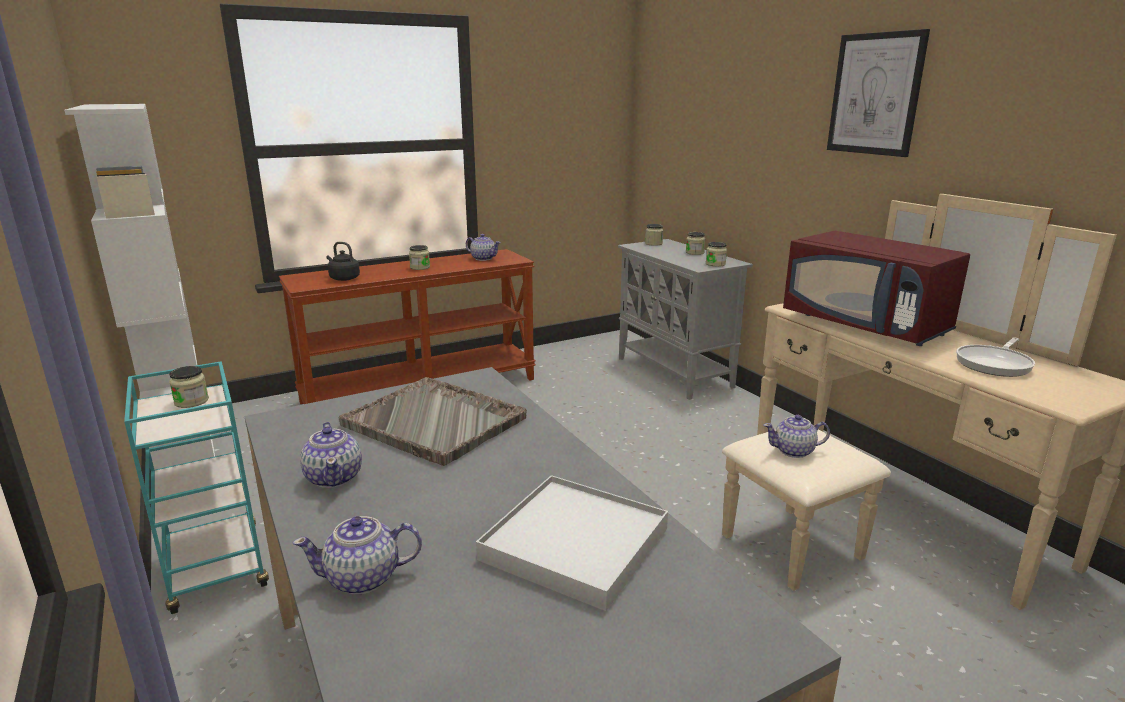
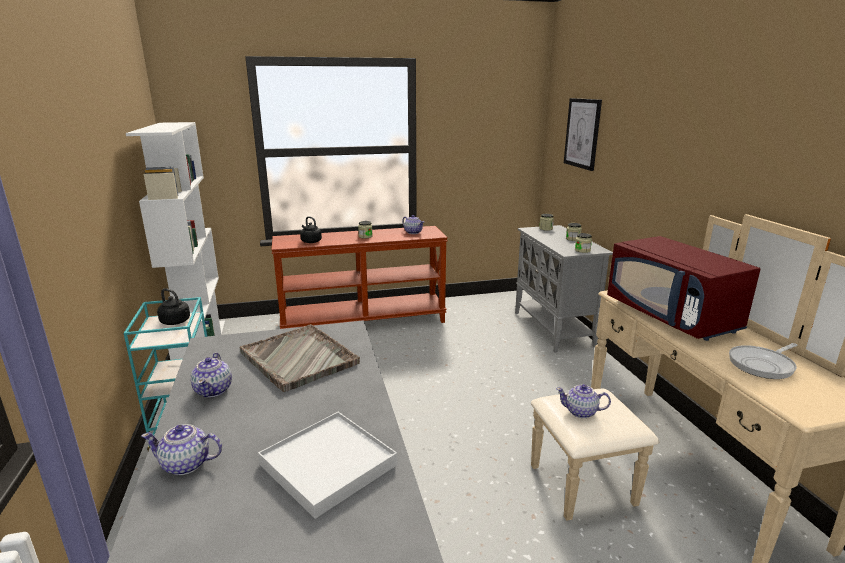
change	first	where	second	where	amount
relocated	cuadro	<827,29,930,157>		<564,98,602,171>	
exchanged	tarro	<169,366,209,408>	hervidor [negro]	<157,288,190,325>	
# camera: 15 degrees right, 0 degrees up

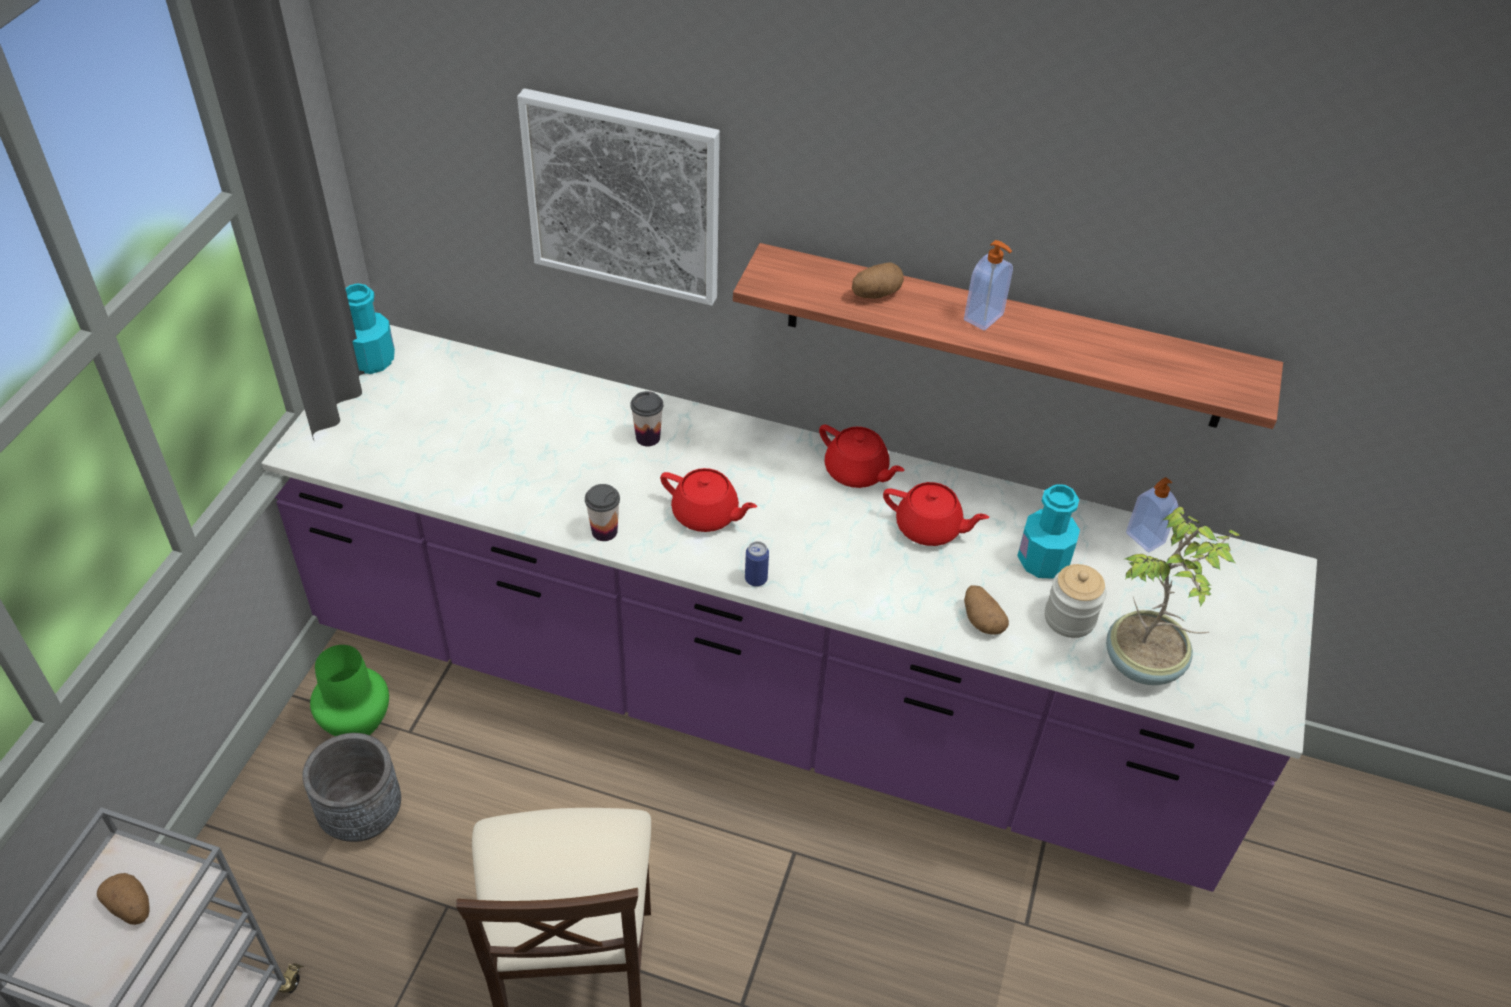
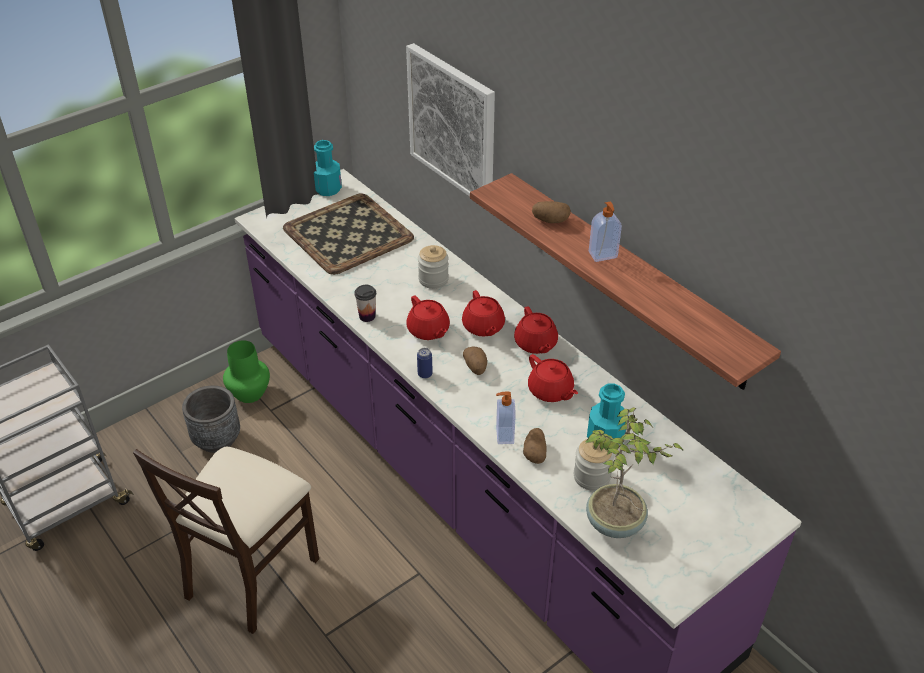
change	first	where	second	where	amount
exchanged	taza	<630,391,663,446>	tarro	<418,245,449,289>	
relocated	dispensador de jabón	<1126,477,1178,552>		<496,391,516,444>	
relocated	patata	<97,873,150,925>		<463,347,487,375>	
appeared			bandeja	<283,194,414,275>	
appeared			tetera [rojo]	<462,290,505,336>	
# camera: 35 degrees right, 5 degrees down

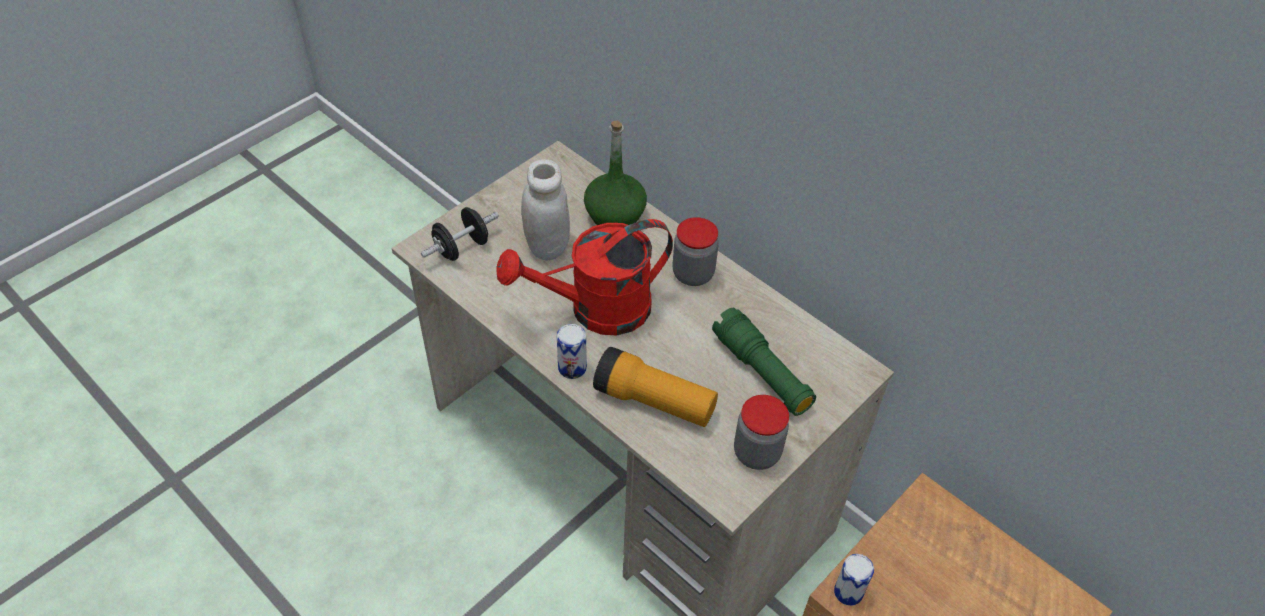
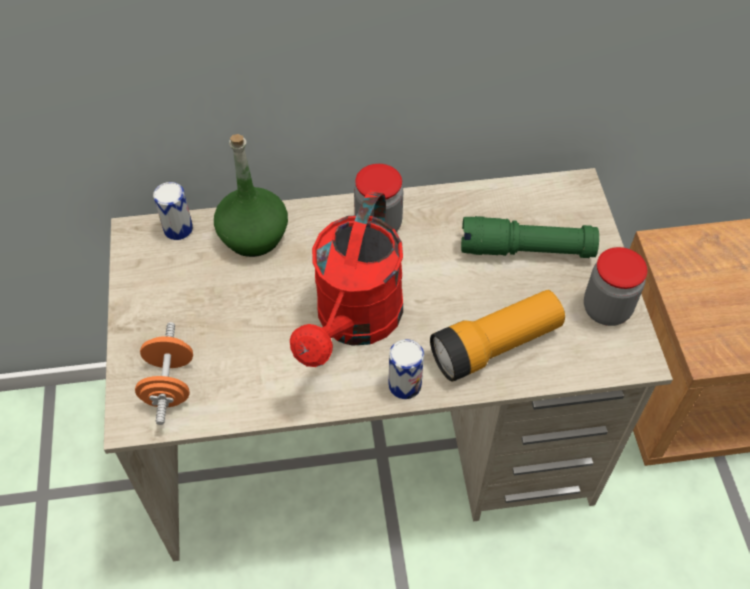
change	first	where	second	where	amount
missing	tarro [blanco]	<521,159,570,260>			
colour	mancuerna [negro]	<421,207,499,261>	mancuerna [naranja]	<135,322,193,425>	
relocated	lata	<834,554,874,606>		<153,182,193,240>	
# camera: 50 degrees left, 5 degrees up

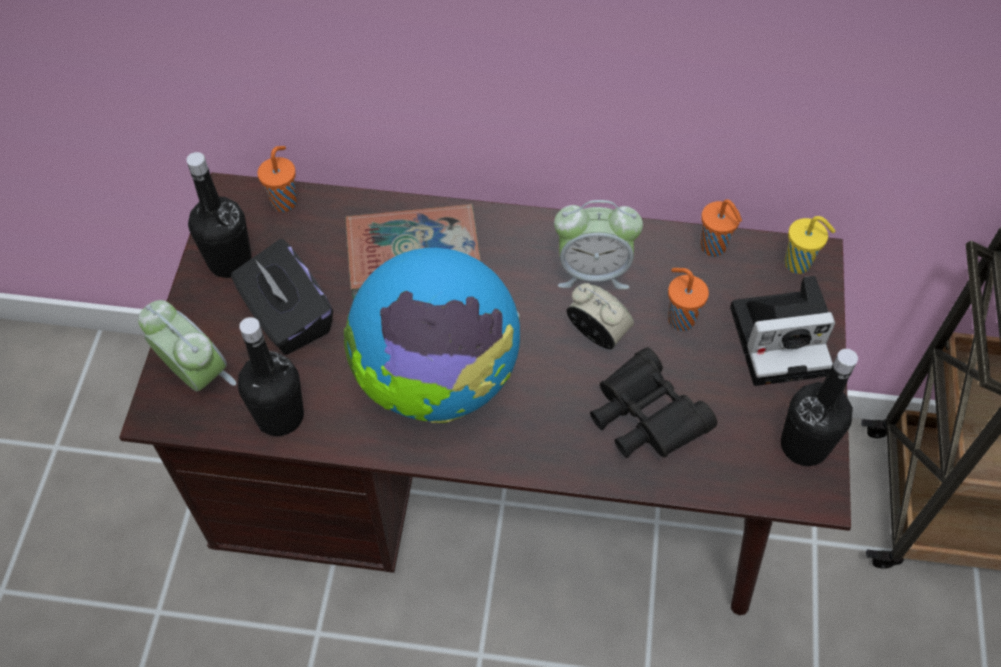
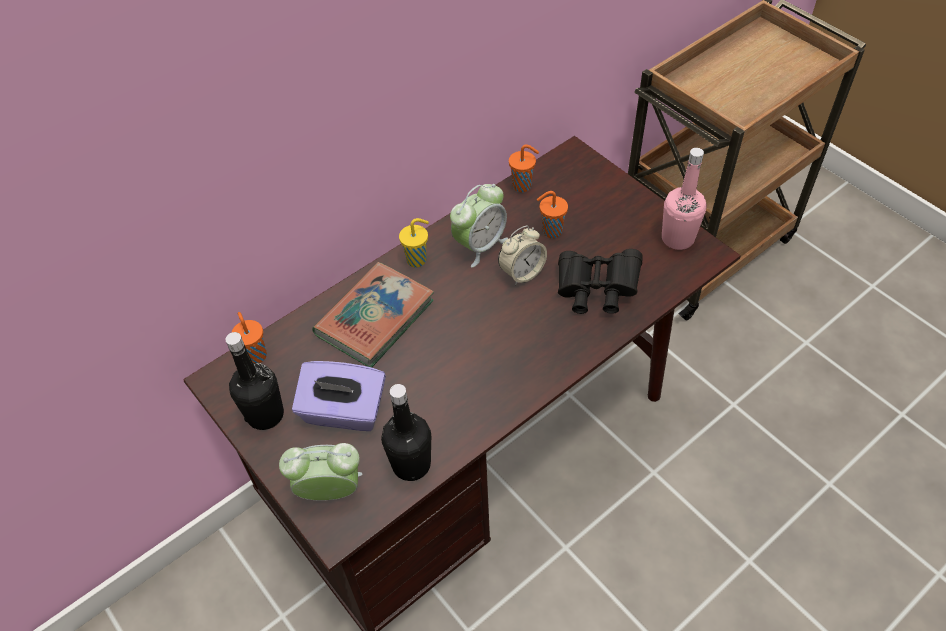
change	first	where	second	where	amount
relocated	taza [amarillo]	<784,216,835,274>		<399,218,429,267>	
colour	caja de pañuelos [negro]	<231,239,333,355>	caja de pañuelos [morado]	<292,361,386,431>	
missing	globo terráqueo	<344,248,520,423>			
missing	cámara	<730,276,835,386>			
spun	despertador	<567,283,634,349>		<498,226,547,285>	150 degrees clockwise
colour	botella [negro]	<781,349,858,466>	botella [rosa]	<662,148,707,250>	
# camera: 45 degrees left, 5 degrees down

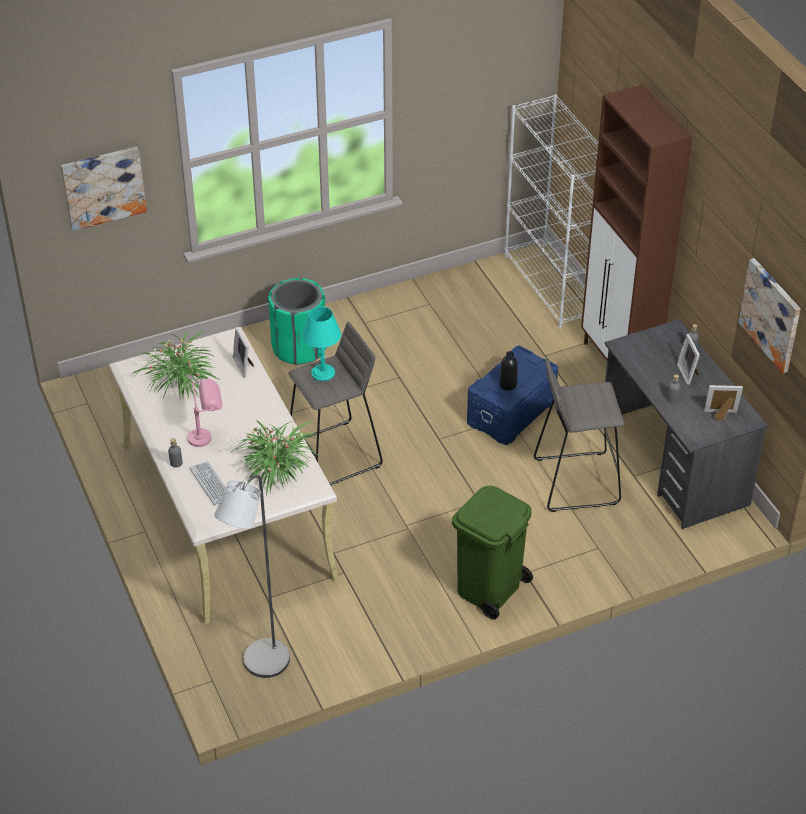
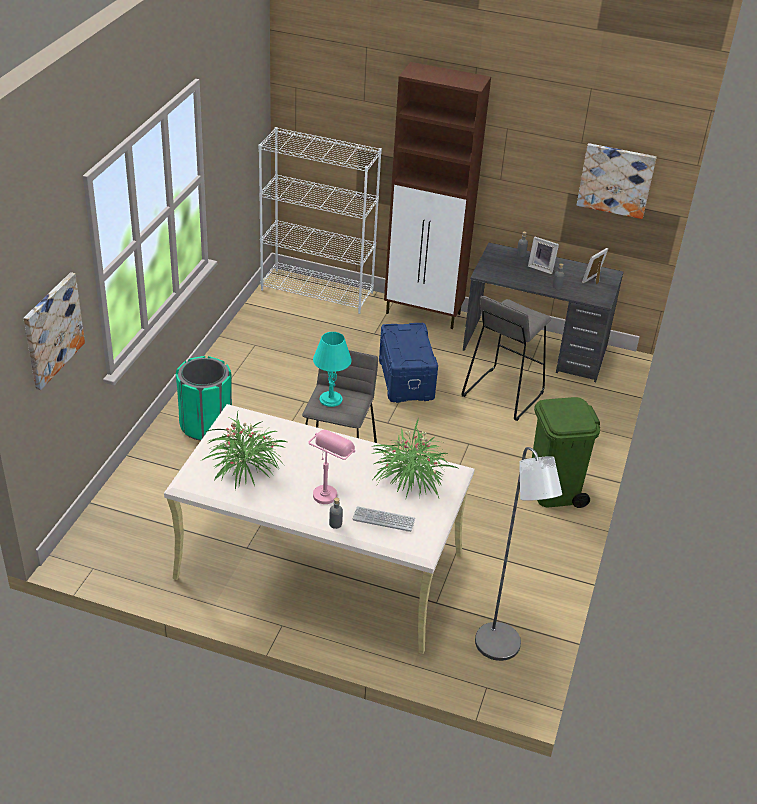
change	first	where	second	where	amount
missing	portarretratos	<233,327,254,377>			
missing	botella [negro]	<499,351,518,391>			
# camera: 50 degrees left, 5 degrees down

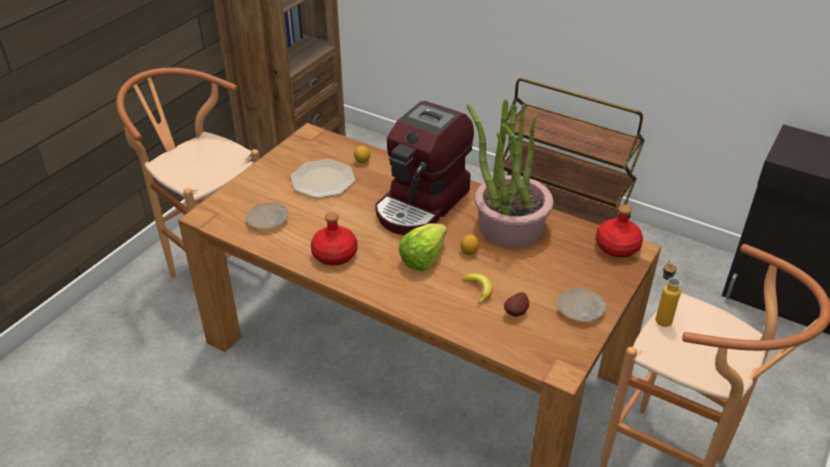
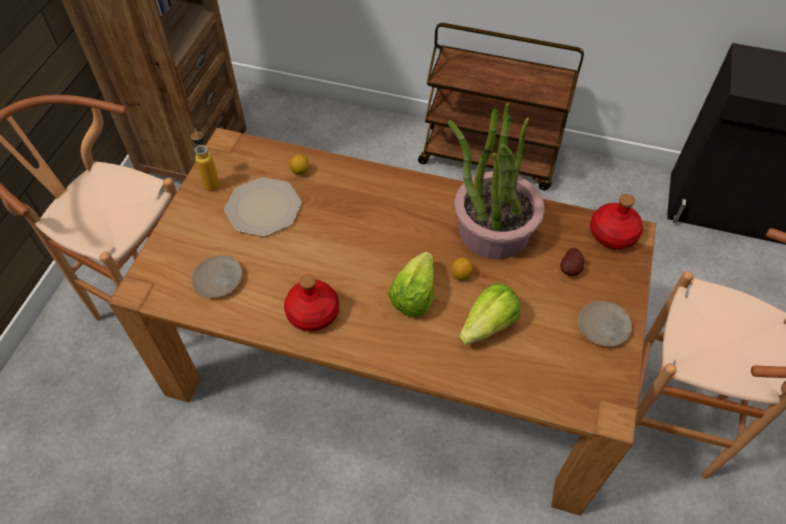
change	first	where	second	where	amount
missing	cafetera	<375,101,474,235>			
relocated	botella	<656,260,681,327>		<191,129,220,191>	
exchanged	plátano	<462,273,493,304>	lechuga	<459,283,520,345>	
relocated	patata	<504,292,529,317>		<561,248,584,276>	
# camera: 15 degrees left, 15 degrees up

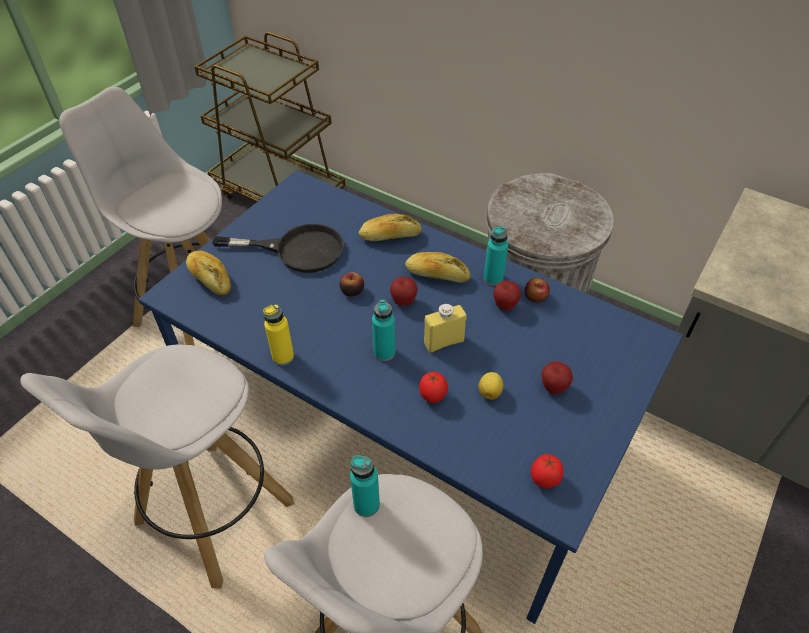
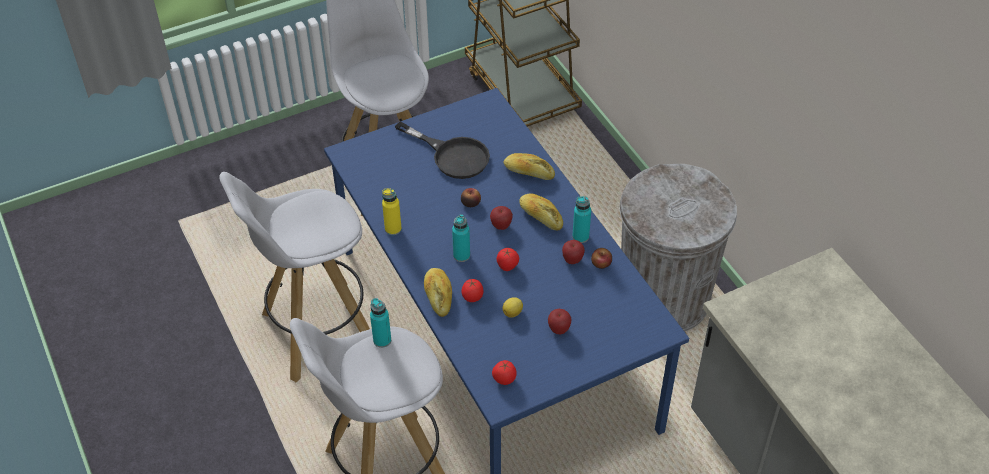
change	first	where	second	where	amount
relocated	pan	<186,251,231,296>		<424,268,452,317>	
exchanged	botella [amarillo]	<424,304,467,353>	tomate	<497,248,519,271>	
# camera: 30 degrees right, 0 degrees up

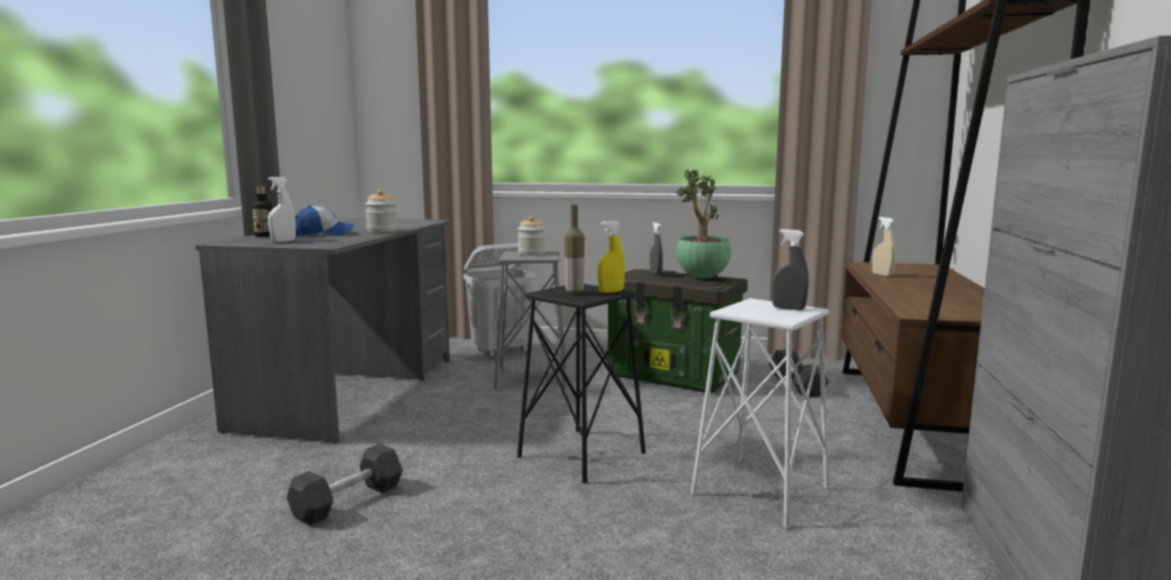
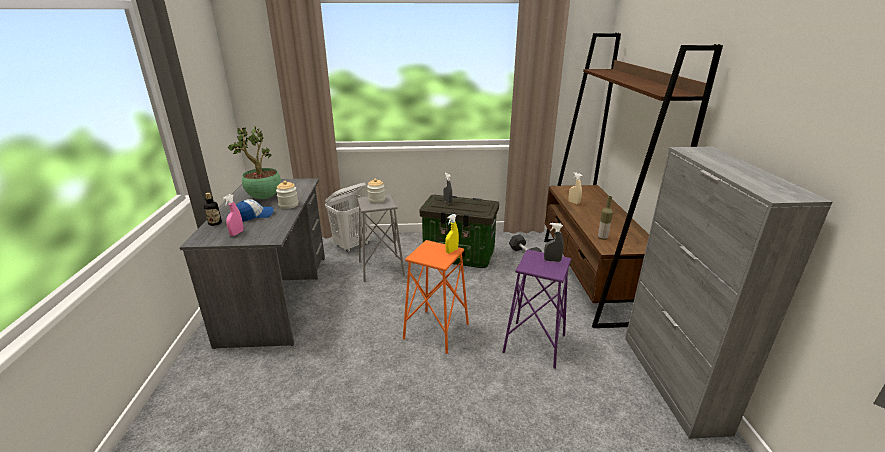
change	first	where	second	where	amount
relocated	planta en maceta	<676,170,731,278>		<228,126,281,199>	
colour	pulverizador [blanco]	<268,177,296,242>	pulverizador [rosa]	<223,194,243,236>	
relocated	botella	<564,205,585,294>		<598,196,613,240>	
colour	taburete [negro]	<517,284,646,484>	taburete [naranja]	<403,240,469,354>	
colour	taburete [blanco]	<691,298,830,528>	taburete [morado]	<503,249,571,369>	
missing	mancuerna [gris]	<287,444,403,526>			
# camera: 15 degrees left, 15 degrees up

